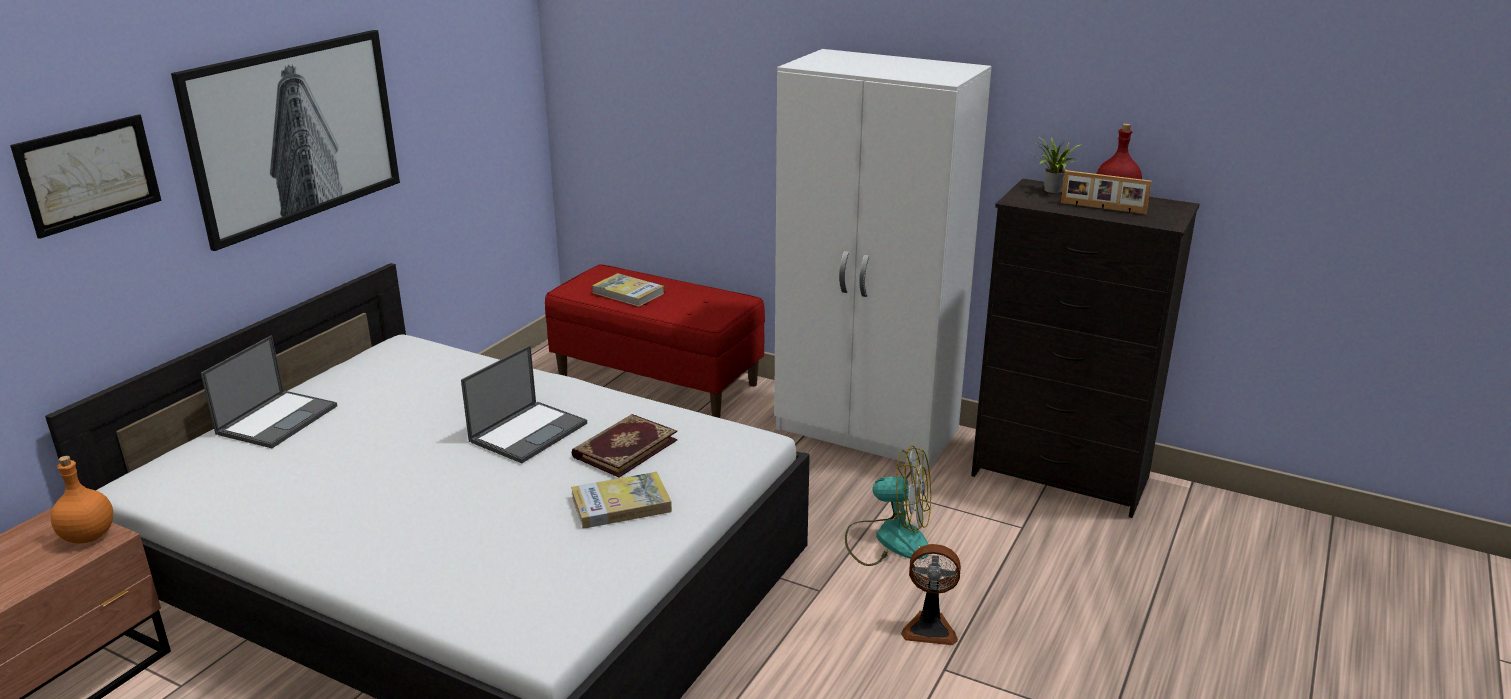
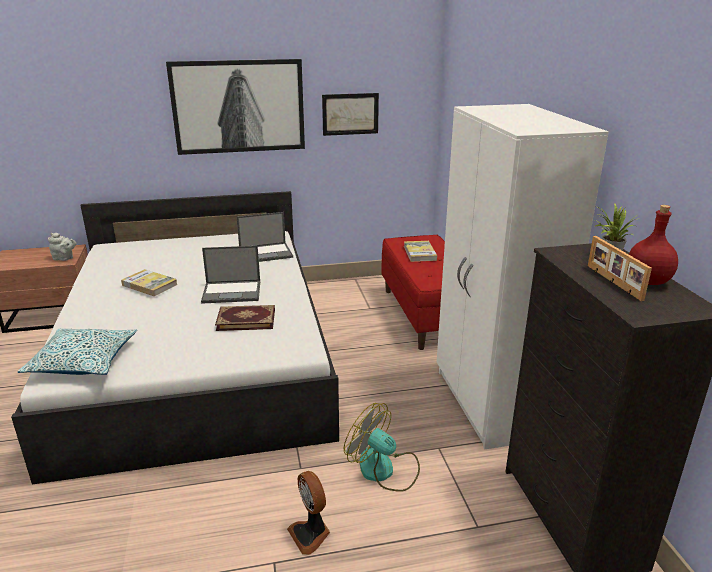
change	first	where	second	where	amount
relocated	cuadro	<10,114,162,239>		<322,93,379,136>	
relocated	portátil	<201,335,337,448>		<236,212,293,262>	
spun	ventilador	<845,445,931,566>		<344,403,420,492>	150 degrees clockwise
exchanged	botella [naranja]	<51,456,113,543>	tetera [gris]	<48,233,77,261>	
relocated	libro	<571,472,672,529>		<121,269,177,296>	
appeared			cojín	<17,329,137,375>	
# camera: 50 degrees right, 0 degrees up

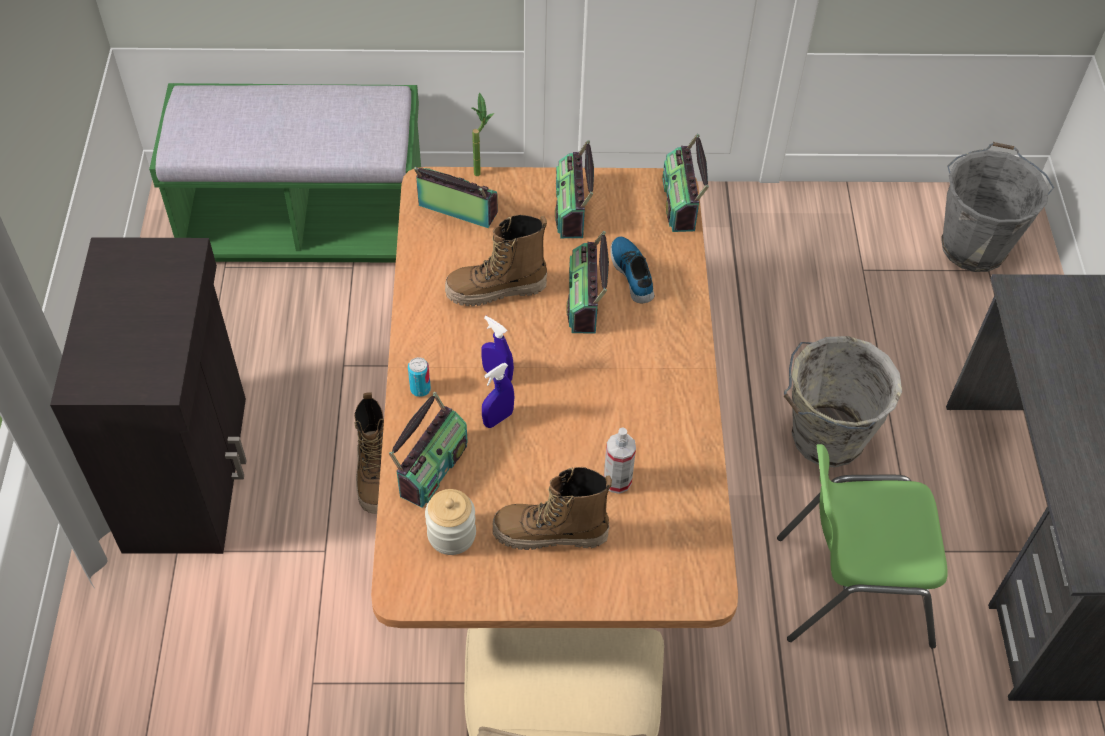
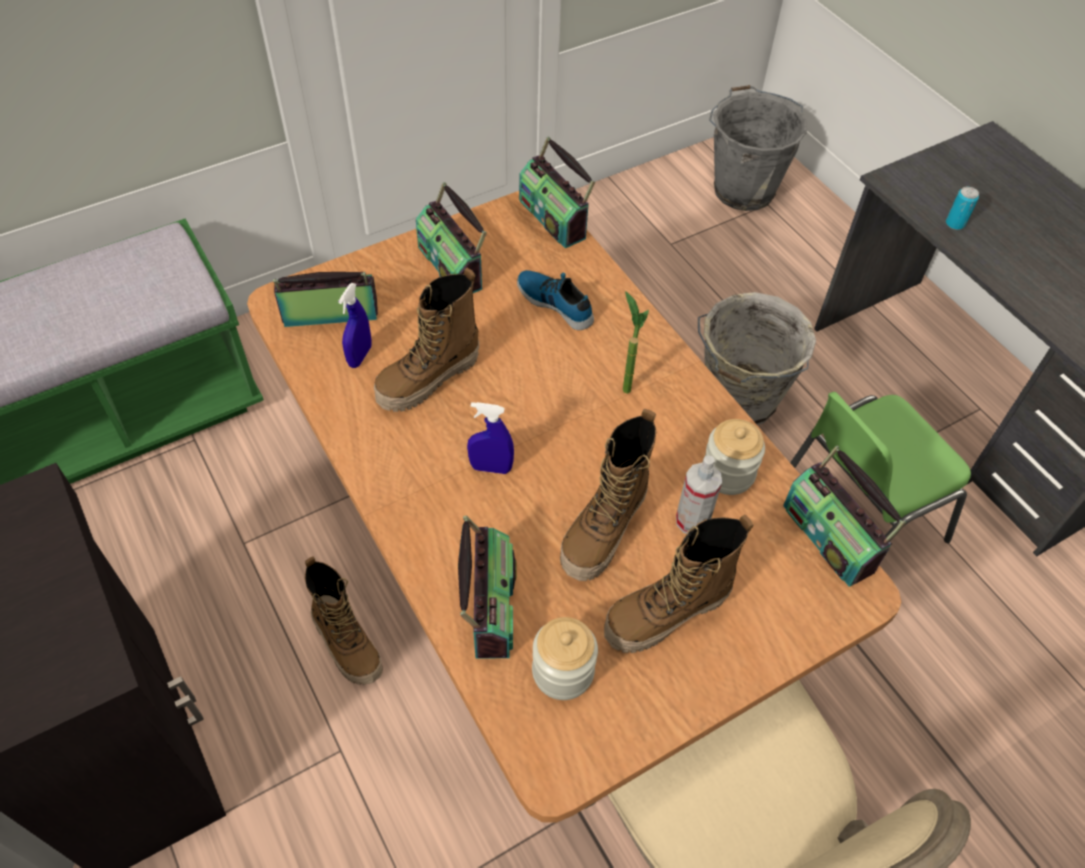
change	first	where	second	where	amount
relocated	planta en maceta	<471,92,494,176>		<623,291,649,394>	
relocated	radio	<567,231,609,334>		<783,445,906,587>	
relocated	lata	<408,357,431,397>		<946,187,979,230>	
relocated	pulverizador [azul]	<482,363,514,428>		<338,283,371,368>	
appeared			bota	<560,409,656,581>	
appeared			tarro	<705,419,765,495>	
# camera: 30 degrees left, 0 degrees up

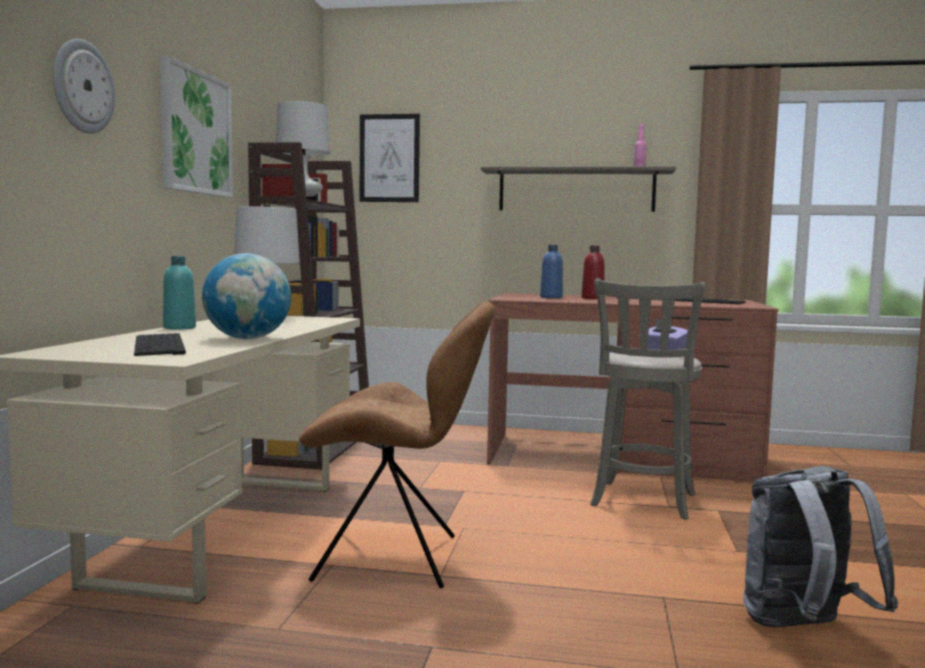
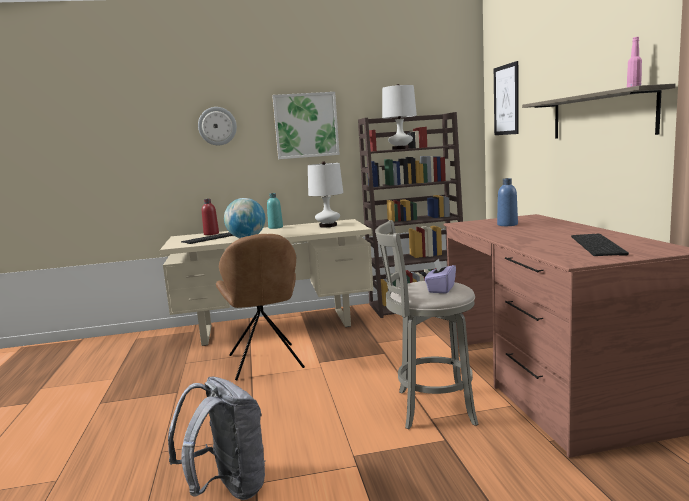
change	first	where	second	where	amount
relocated	botella [rojo]	<581,246,604,299>		<202,199,219,235>	
# camera: 70 degrees right, 5 degrees up

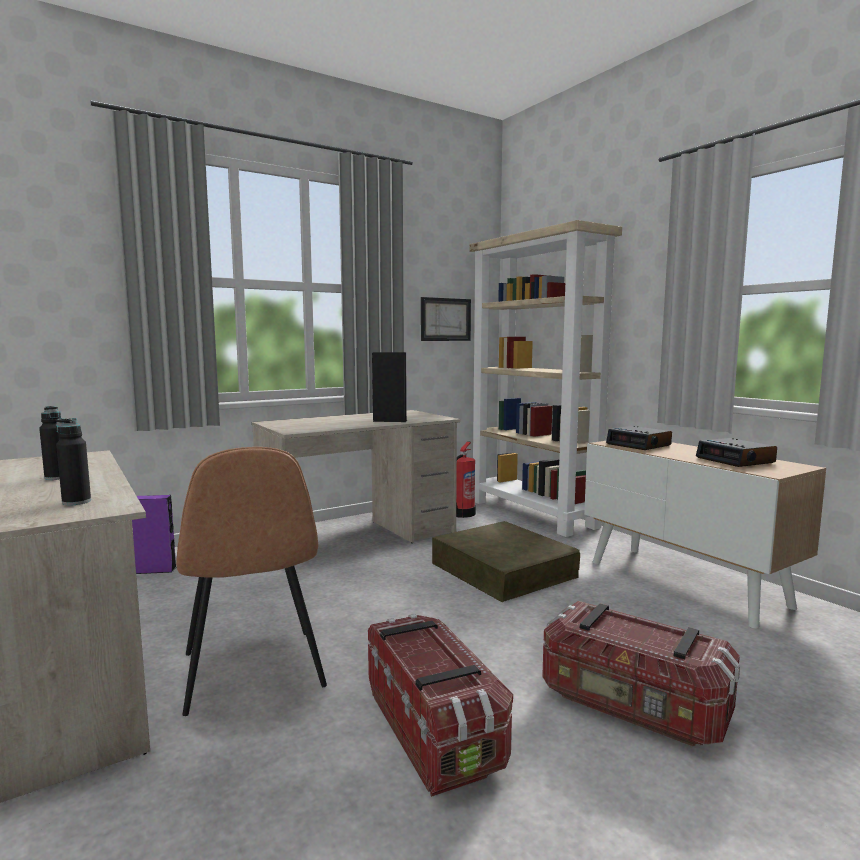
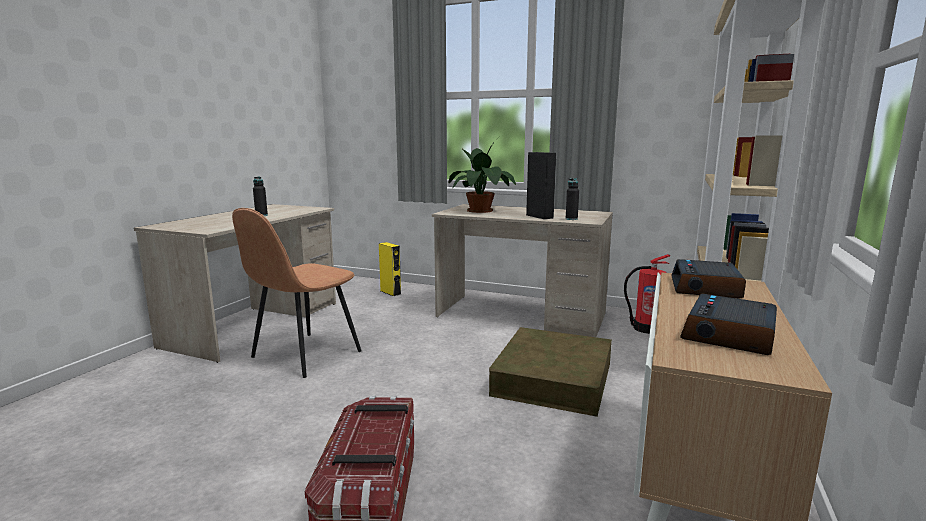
change	first	where	second	where	amount
missing	cuadro	<421,297,471,341>			
relocated	botella [negro]	<56,418,91,506>		<566,178,579,220>	
colour	altavoz [morado]	<132,495,176,574>	altavoz [amarillo]	<379,242,402,296>	
missing	caja de almacenaje	<368,614,513,797>			
appeared			planta en maceta	<449,140,516,213>	
# camera: 55 degrees right, 5 degrees up

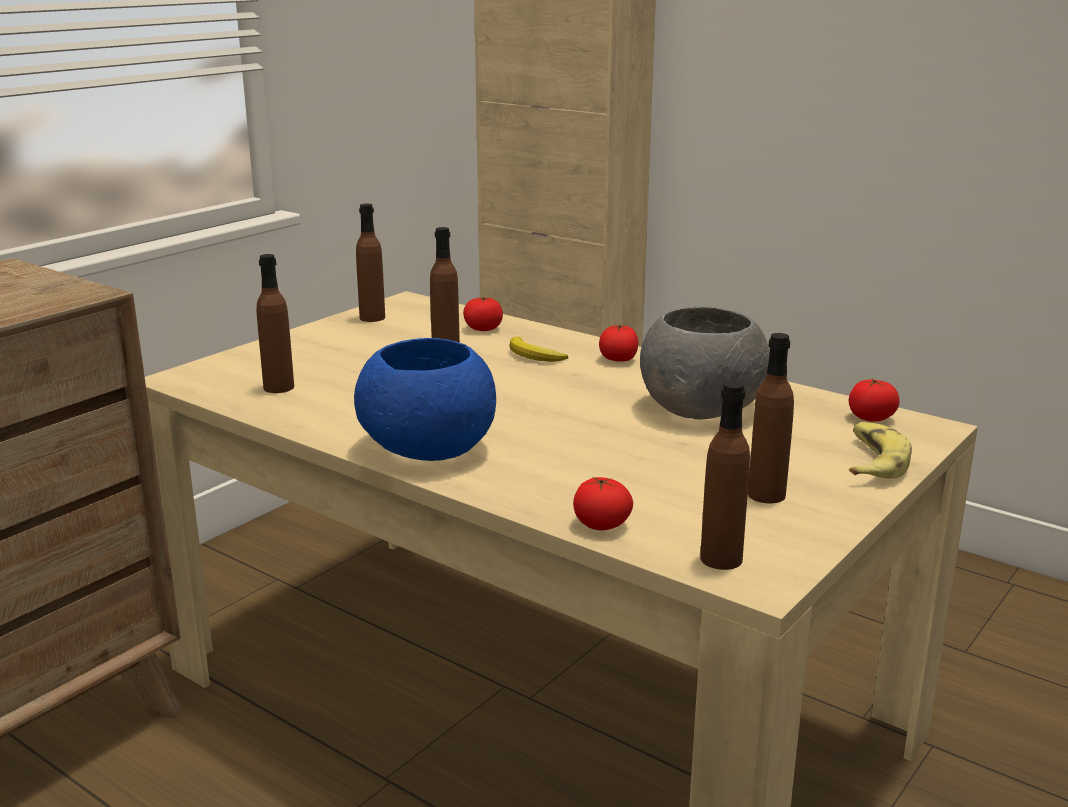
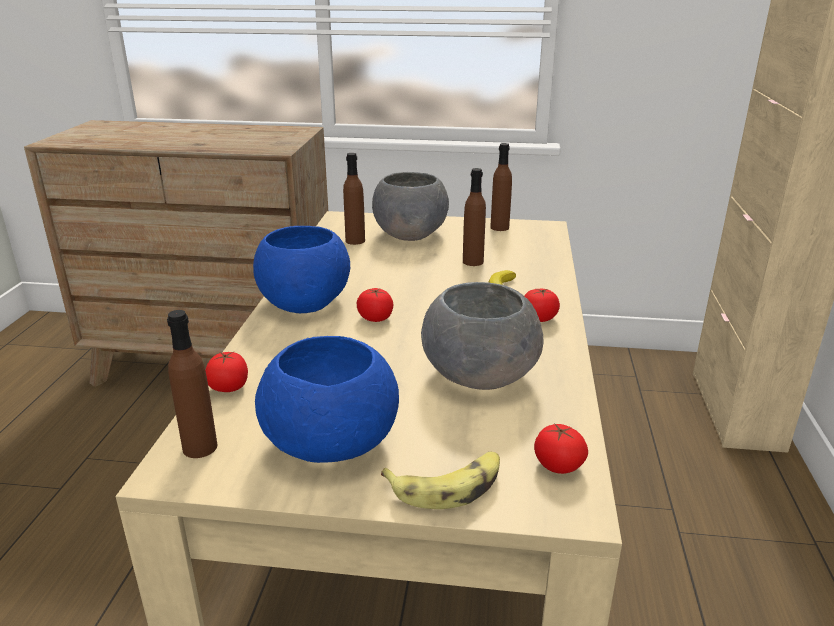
change	first	where	second	where	amount
relocated	tomate	<463,297,503,331>		<357,288,393,322>	
exchanged	botella [marrón]	<748,333,794,503>	cuenco [azul]	<255,336,399,463>	
appeared			cuenco [gris]	<372,172,449,241>	
# camera: 60 degrees right, 5 degrees up

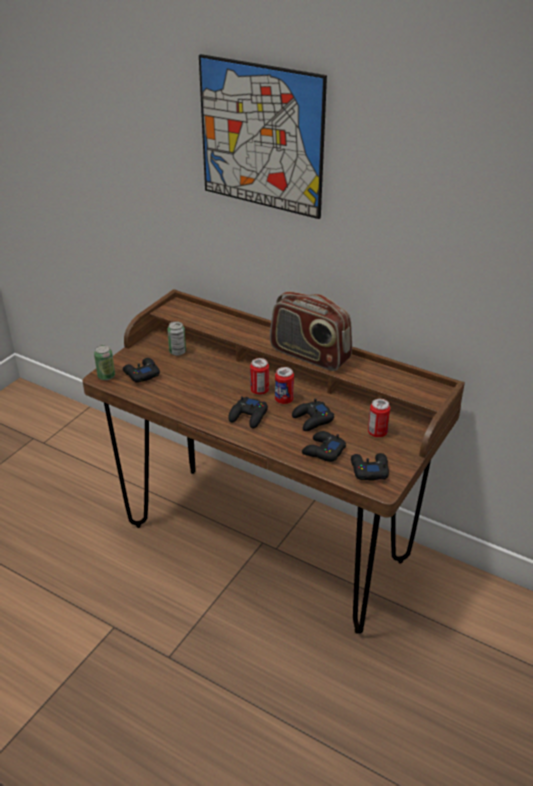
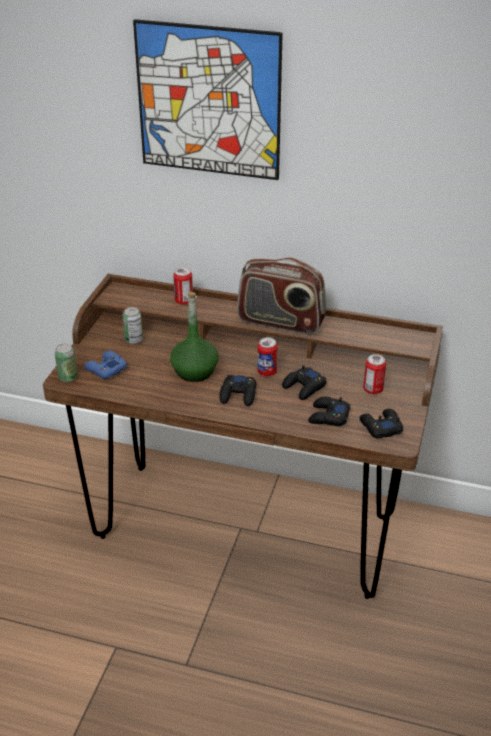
change	first	where	second	where	amount
colour	mando de consola [negro]	<123,358,160,383>	mando de consola [azul]	<84,351,127,379>	
relocated	lata	<250,358,269,395>		<173,267,193,304>	
appeared			botella [verde]	<170,292,218,382>	
# camera: 15 degrees left, 0 degrees up

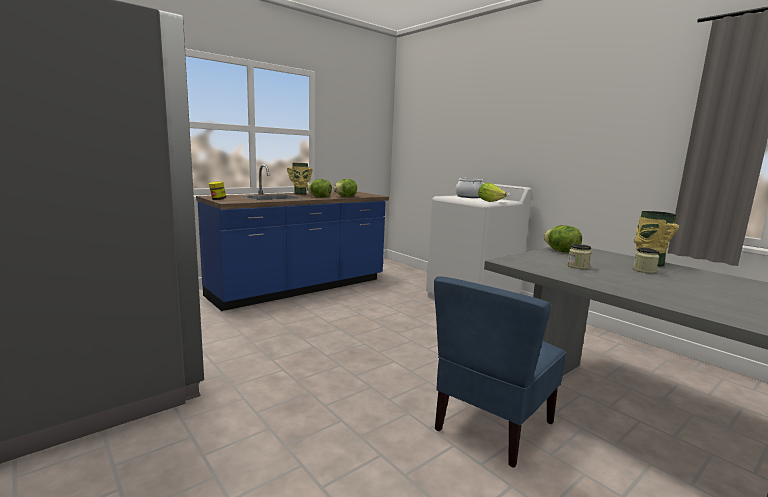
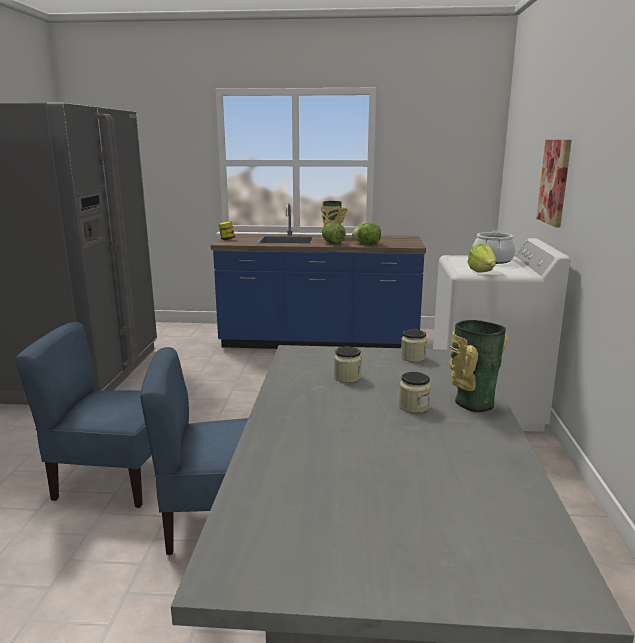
change	first	where	second	where	amount
exchanged	lechuga	<544,225,582,253>	tarro	<401,329,427,362>	
appeared			cuadro	<536,140,572,228>	
appeared			silla [azul]	<15,322,152,508>	
# camera: 45 degrees right, 5 degrees up

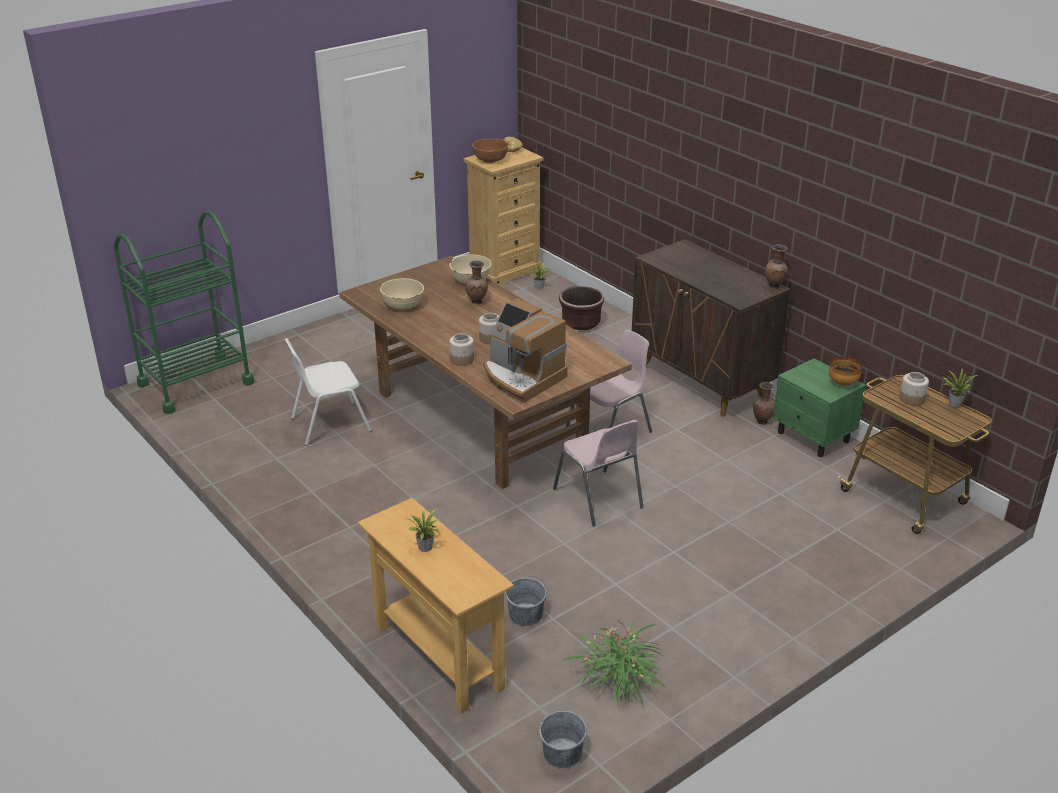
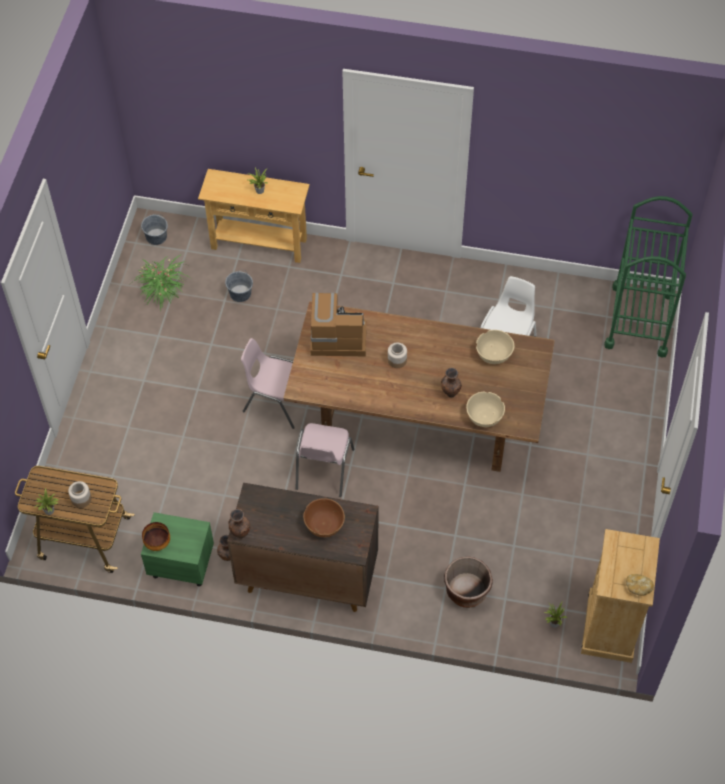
change	first	where	second	where	amount
relocated	cuenco [marrón]	<472,139,509,163>		<303,498,345,537>	
missing	tarro	<449,333,474,366>			
# camera: 140 degrees right, 25 degrees up

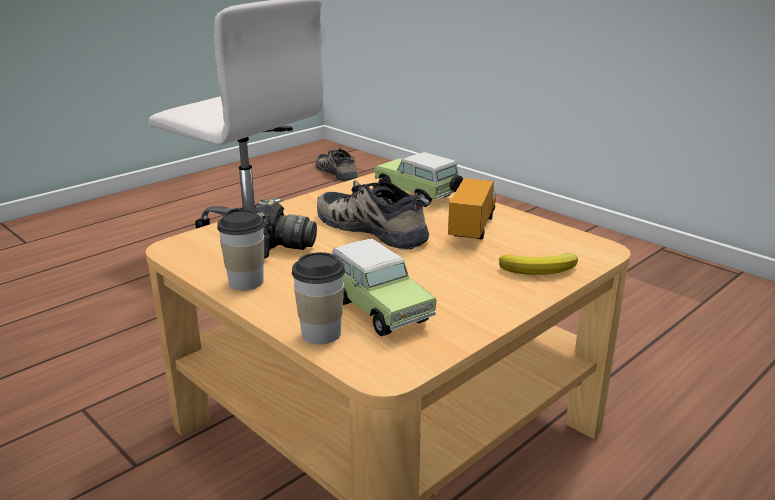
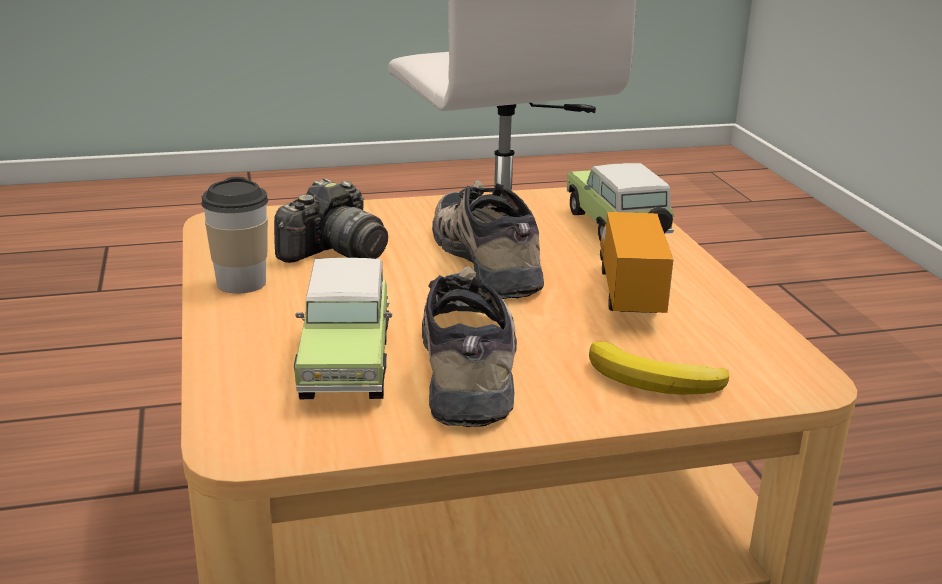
change	first	where	second	where	amount
relocated	zapato	<316,148,358,182>		<422,266,517,427>	
spun	camión de juguete	<448,178,496,239>		<600,212,673,313>	45 degrees counterclockwise
missing	taza	<292,252,345,344>			
# camera: 30 degrees right, 0 degrees up

